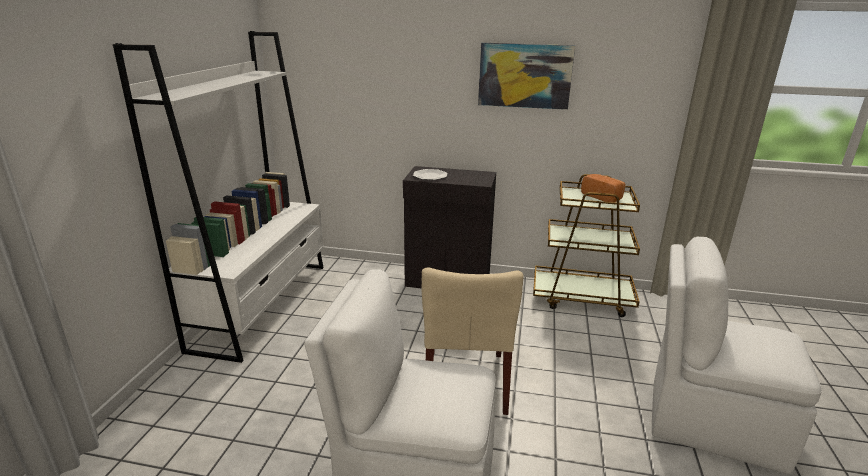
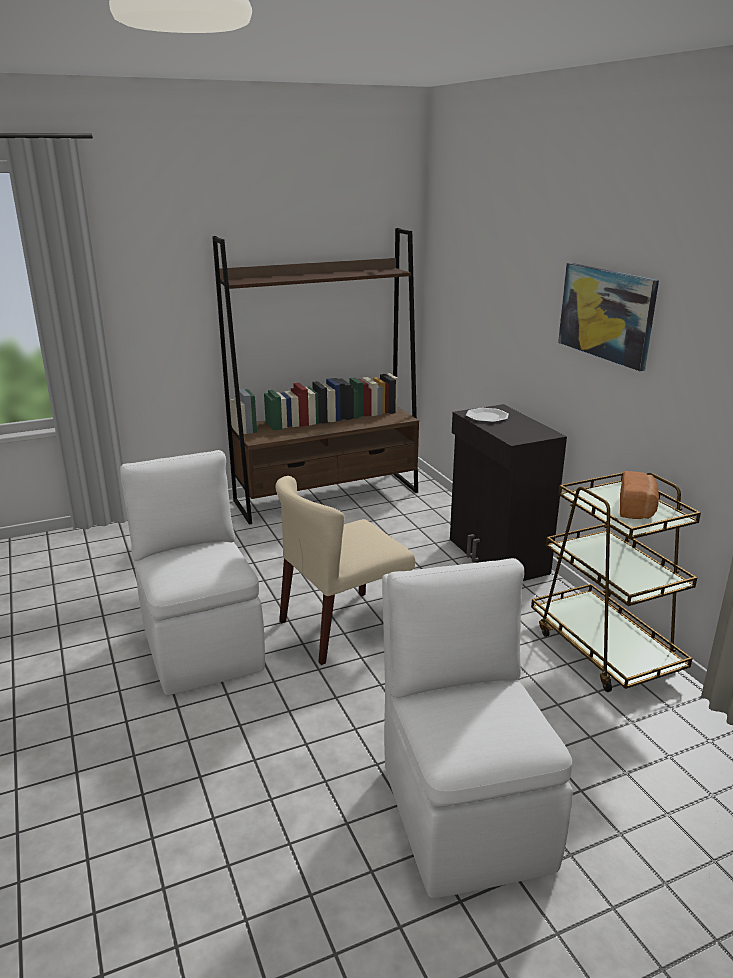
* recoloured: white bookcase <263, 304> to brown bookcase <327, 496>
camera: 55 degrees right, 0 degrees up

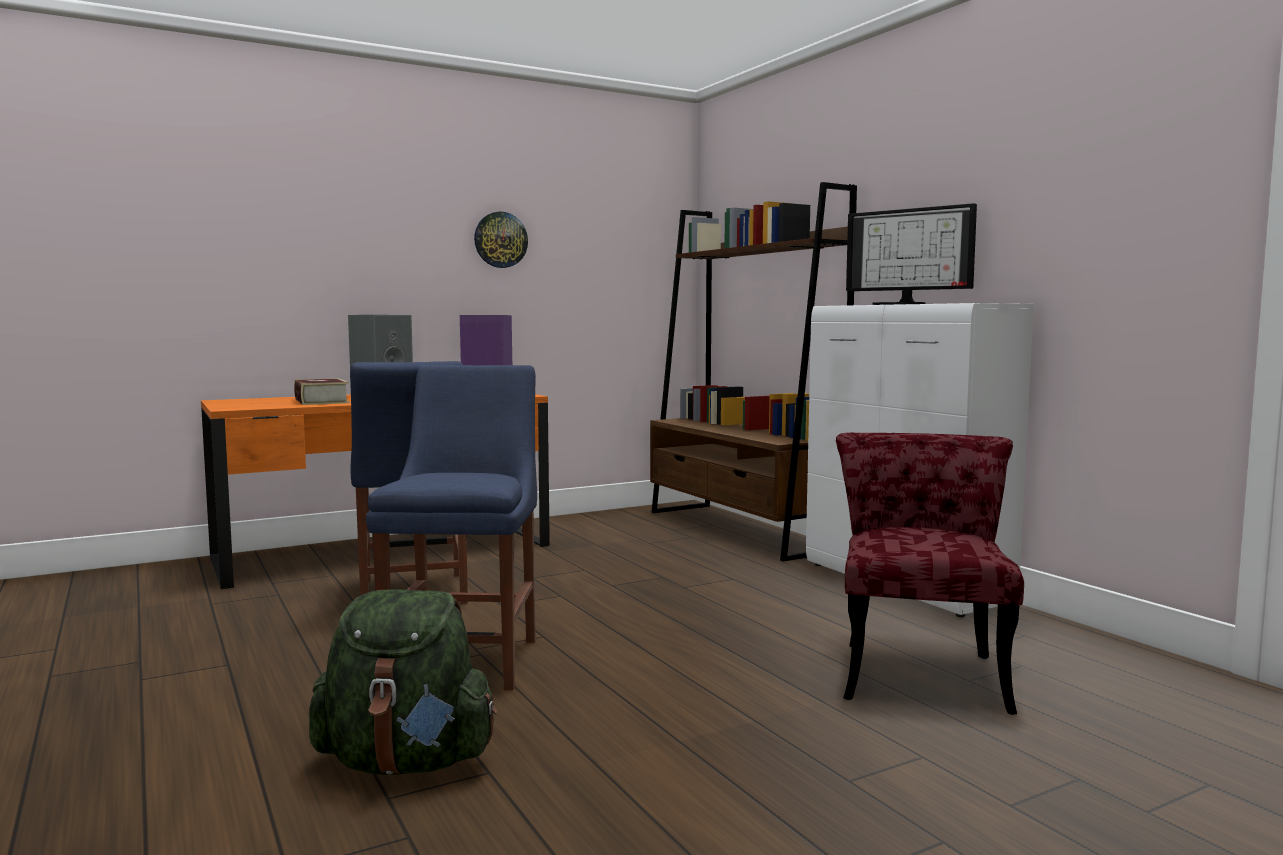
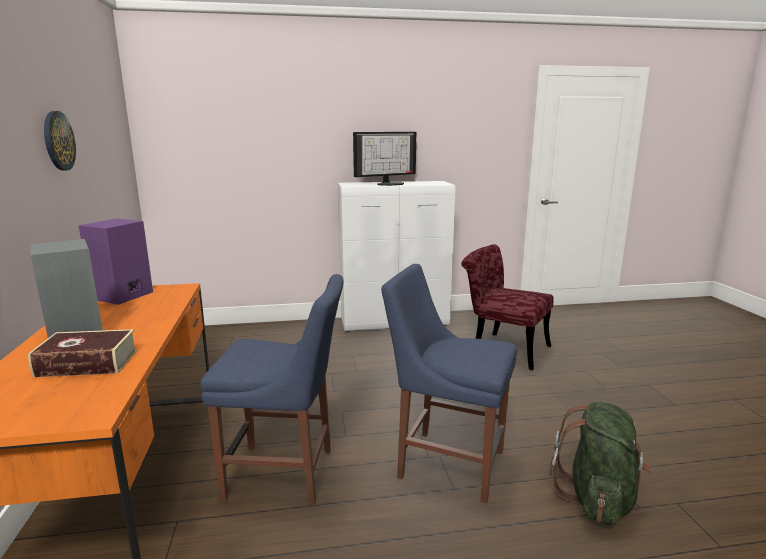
* removed: brown bookcase <740, 530>
camera: 70 degrees left, 10 degrees up

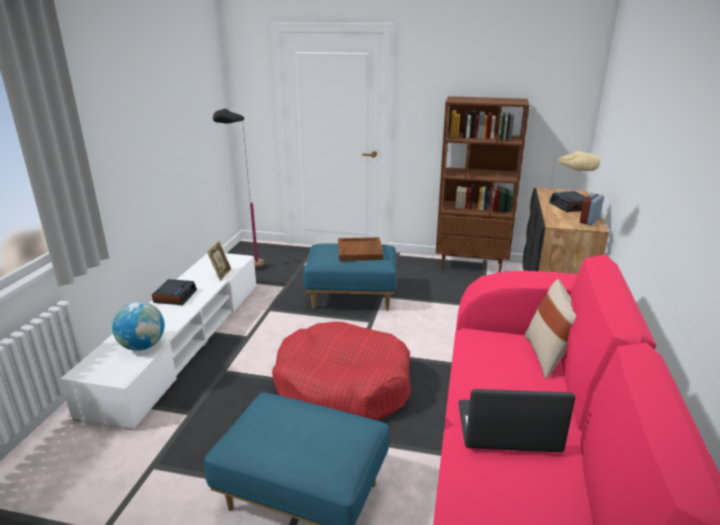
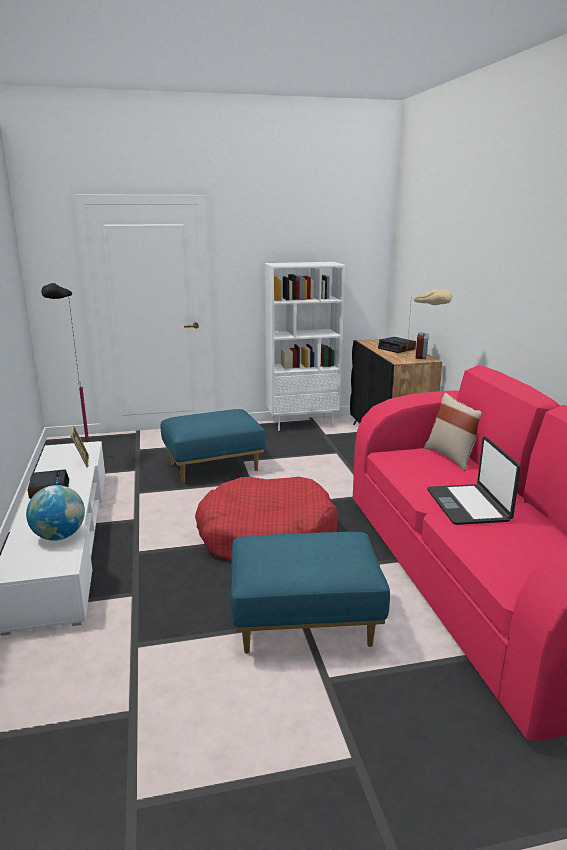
* removed: brown tray <360, 251>
* recoloured: brown bookcase <471, 266> to white bookcase <302, 423>
* turned: laptop <507, 429> = <468, 505> 75 degrees counterclockwise
camera: 25 degrees left, 5 degrees down

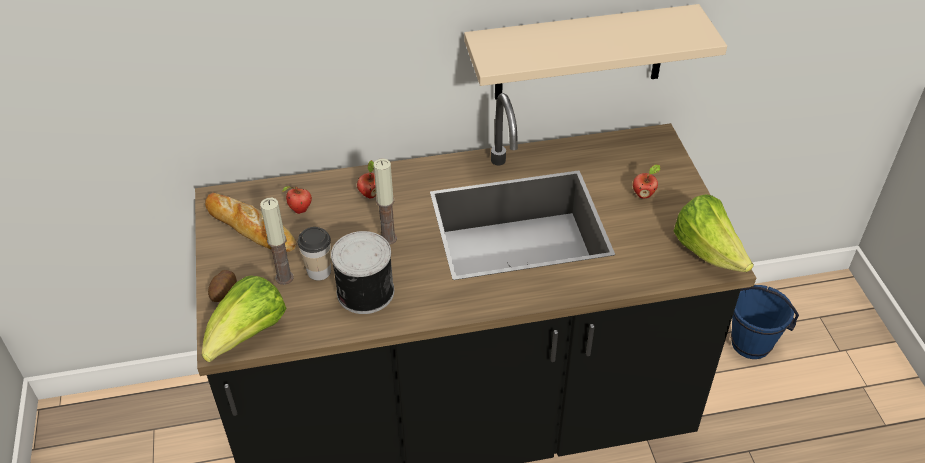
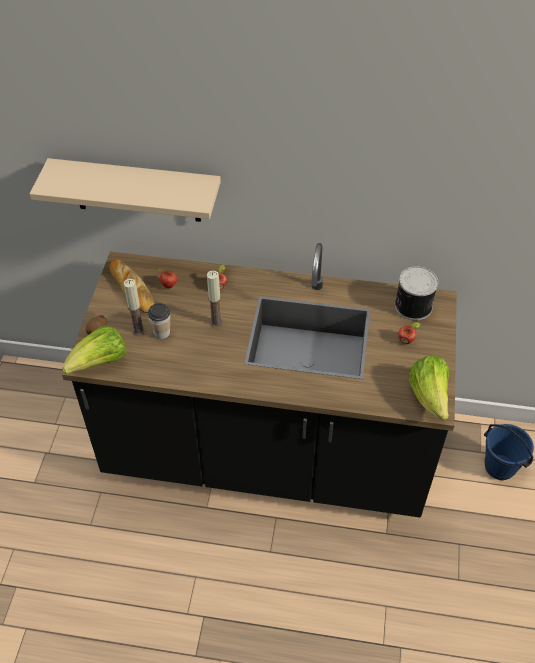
* moved: can <363, 291> to <412, 305>
* moved: beige shelf <580, 53> to <136, 190>
camera: 20 degrees right, 5 degrees up

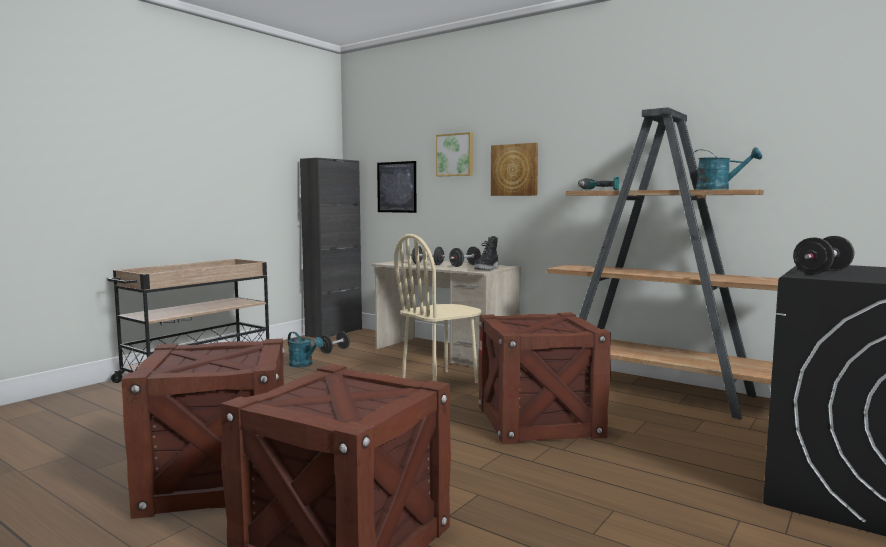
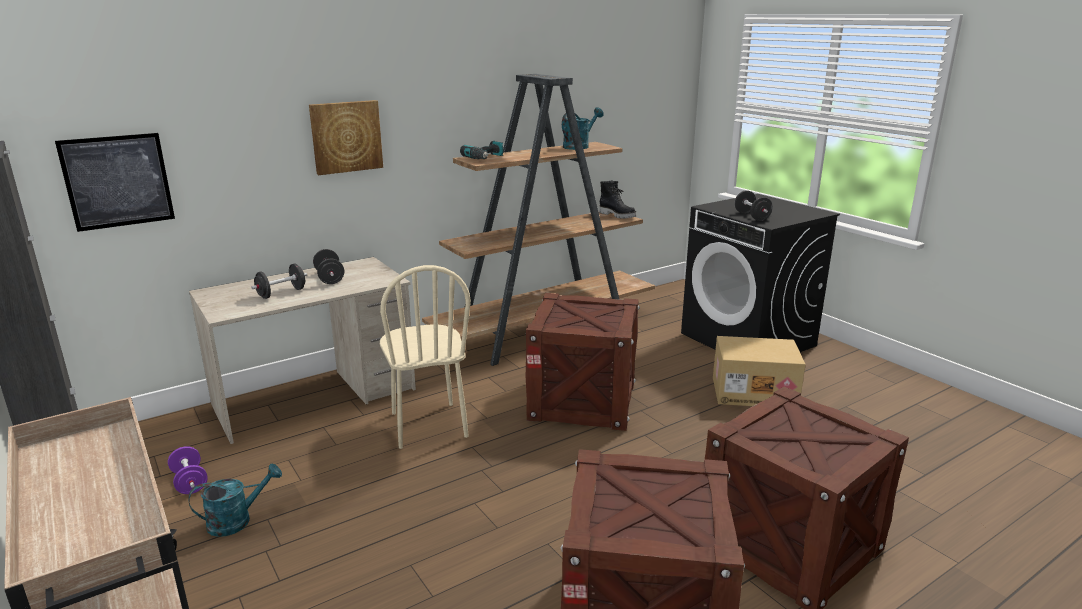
* recoloured: black dumbbell <334, 351> to purple dumbbell <190, 482>
* removed: picture <455, 155>
* moved: black boot <487, 269> to <618, 215>
* added: cardboard box <754, 392>
camera: 70 degrees left, 15 degrees up

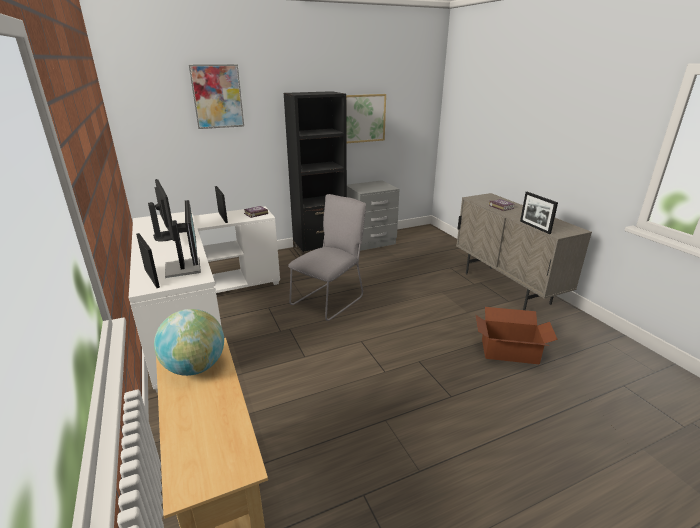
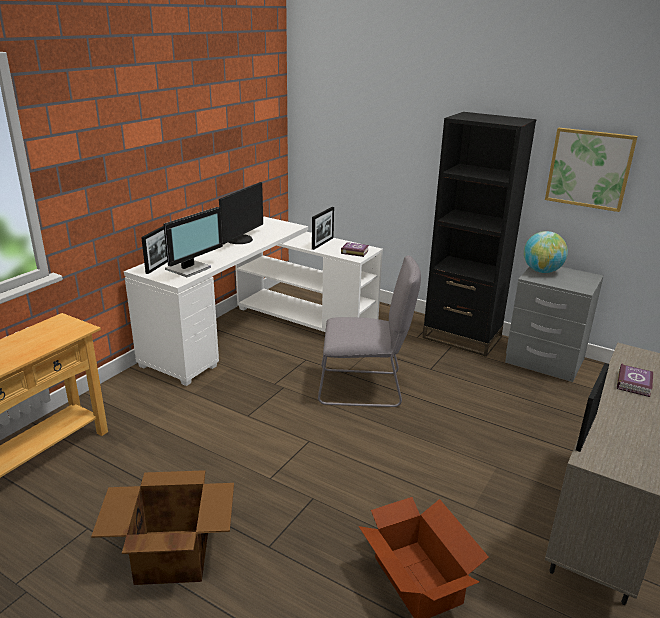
* moved: globe <195, 367> to <541, 271>
* removed: picture <217, 96>
* added: cardboard box <171, 555>
camera: 55 degrees right, 0 degrees up

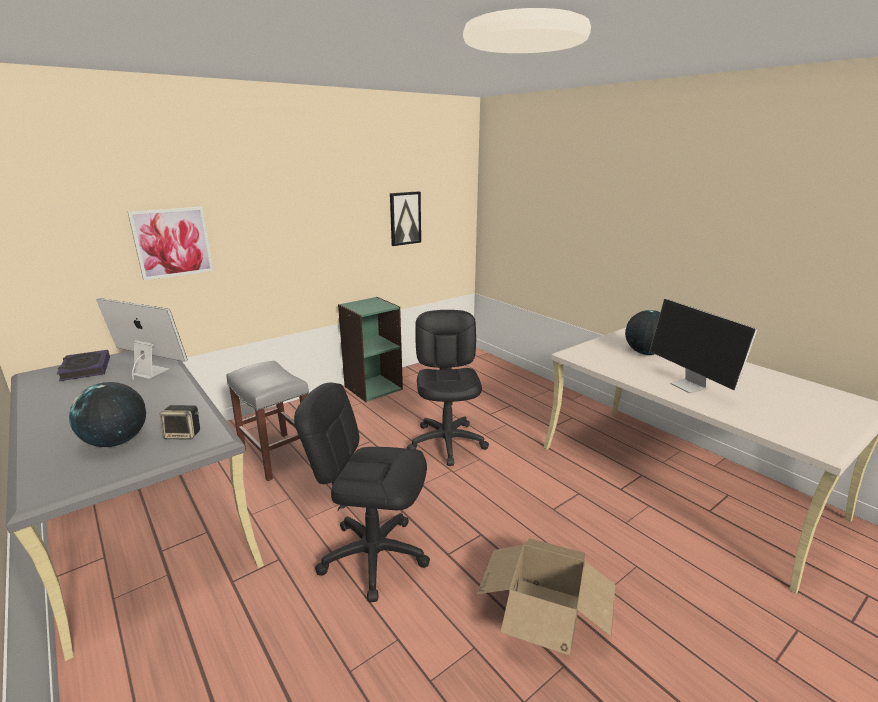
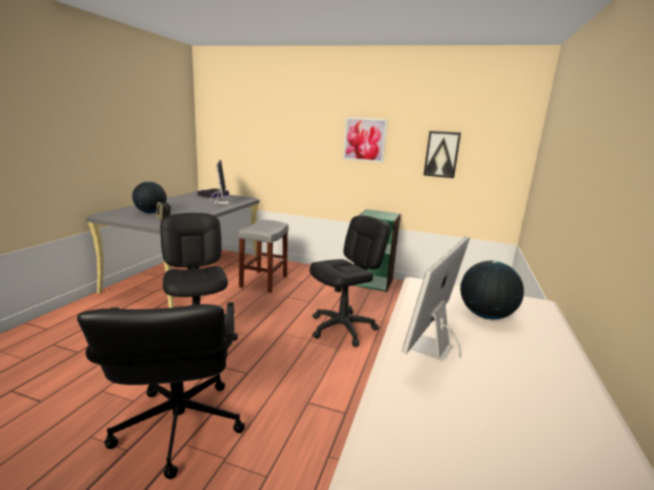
* moved: picture <172, 242> to <364, 139>
* replaced: cardboard box <544, 613> to black office chair <178, 426>
camera: 55 degrees right, 5 degrees down

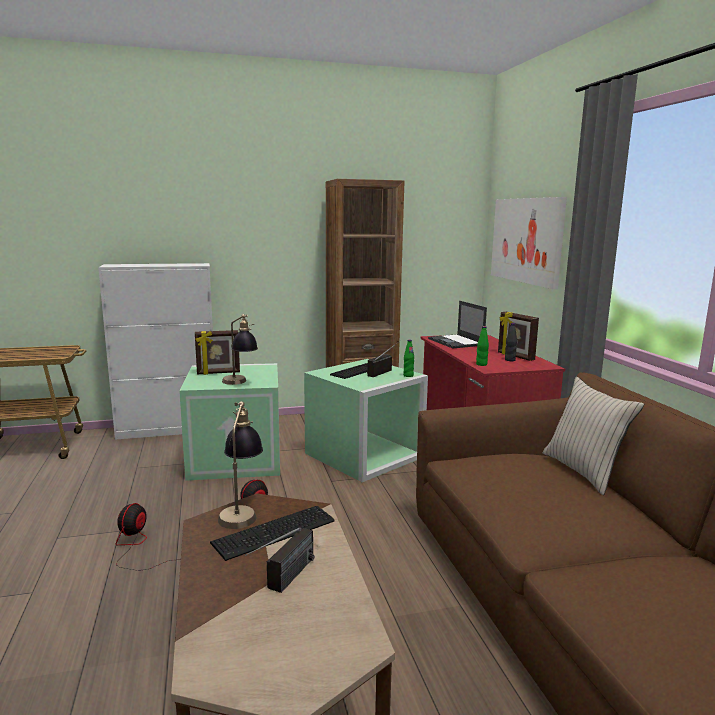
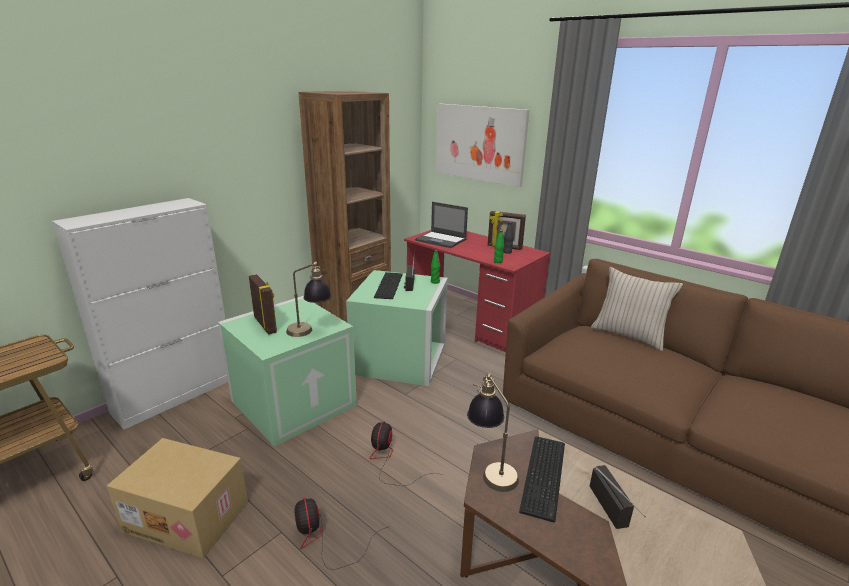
* turned: picture frame <218, 373> = <266, 324> 75 degrees counterclockwise
* added: cardboard box <189, 515>
camera: 35 degrees left, 10 degrees up

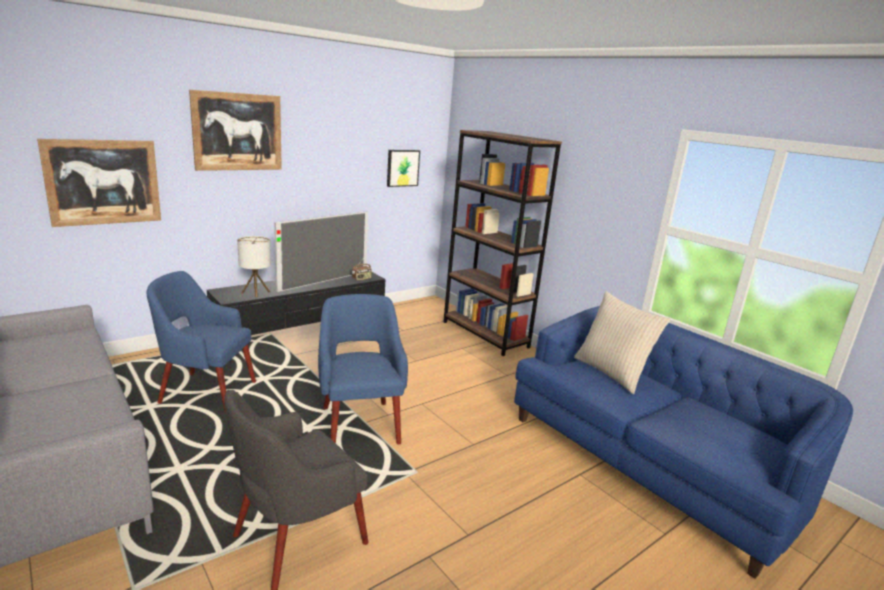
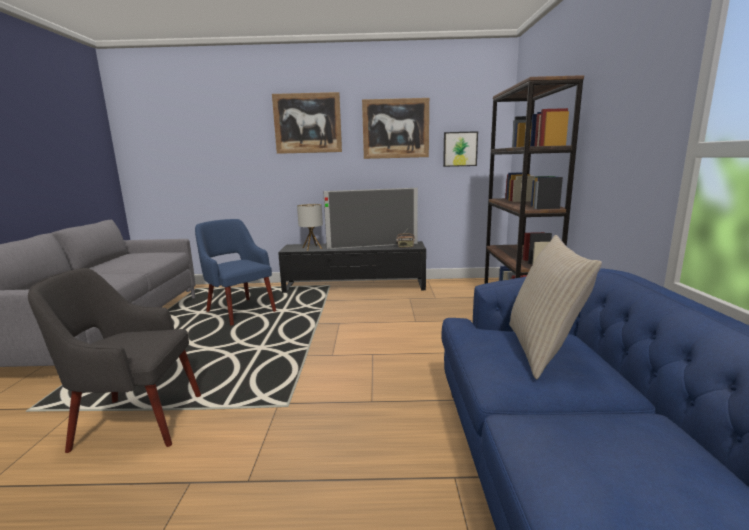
* moved: picture <103, 182> to <395, 128>
* removed: blue armchair <359, 424>
camera: 40 degrees right, 5 degrees down

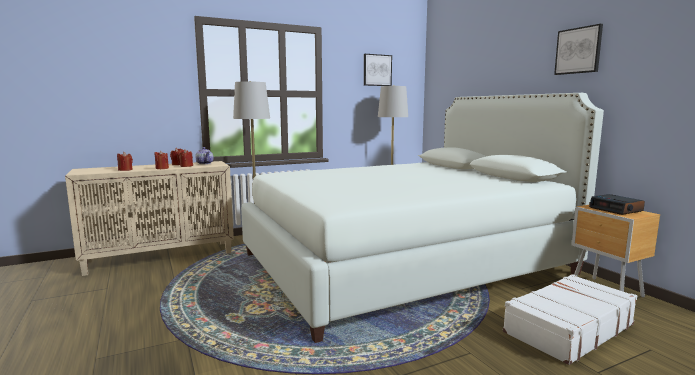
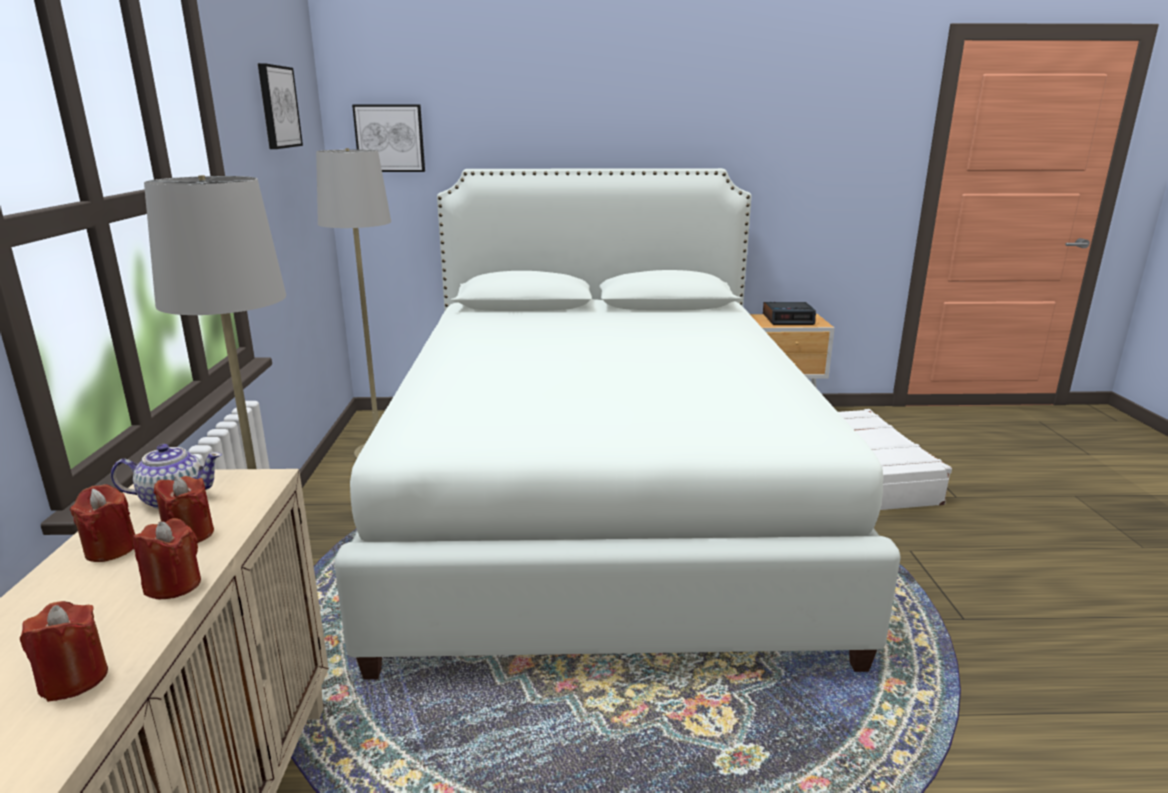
* moved: picture <578, 50> to <390, 138>
camera: 65 degrees left, 10 degrees up

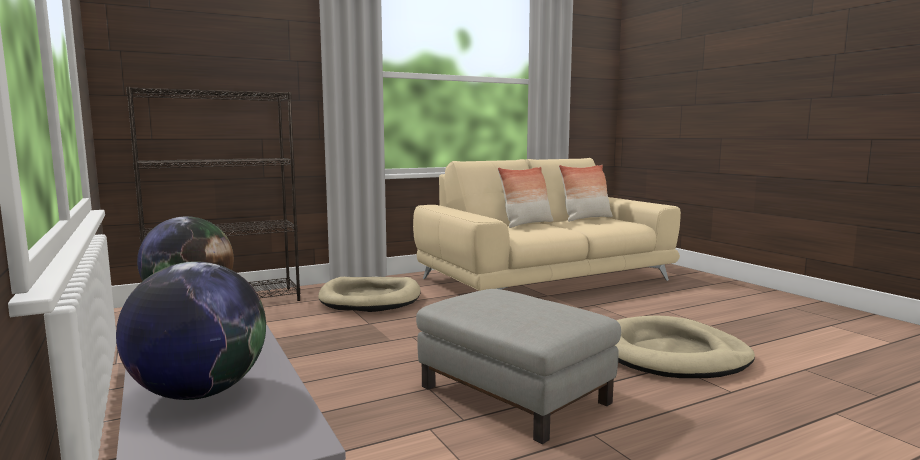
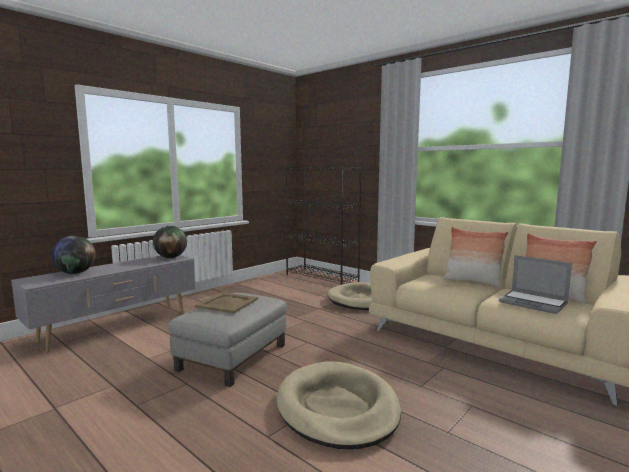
* added: beige tray <228, 303>
* added: laptop <534, 303>
camera: 70 degrees right, 0 degrees up

